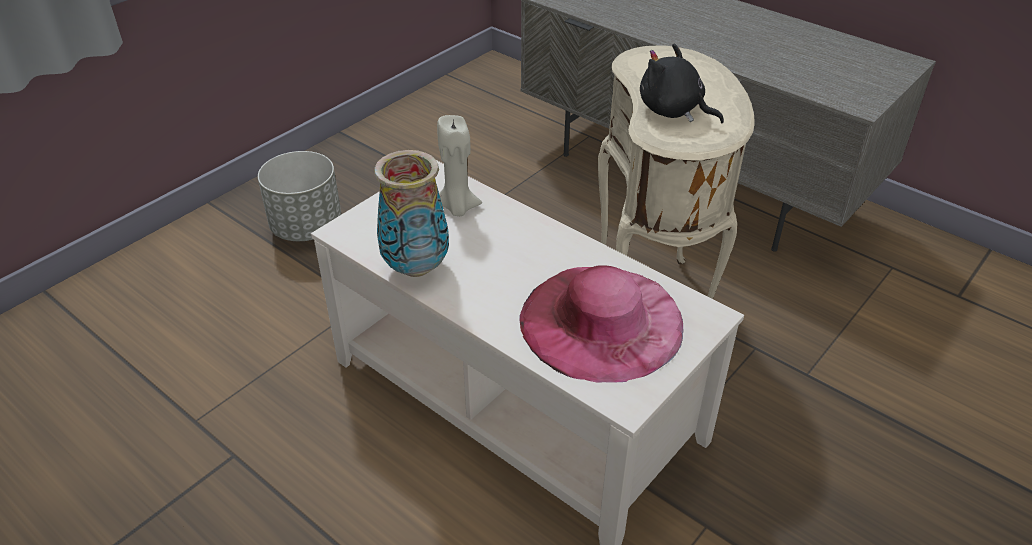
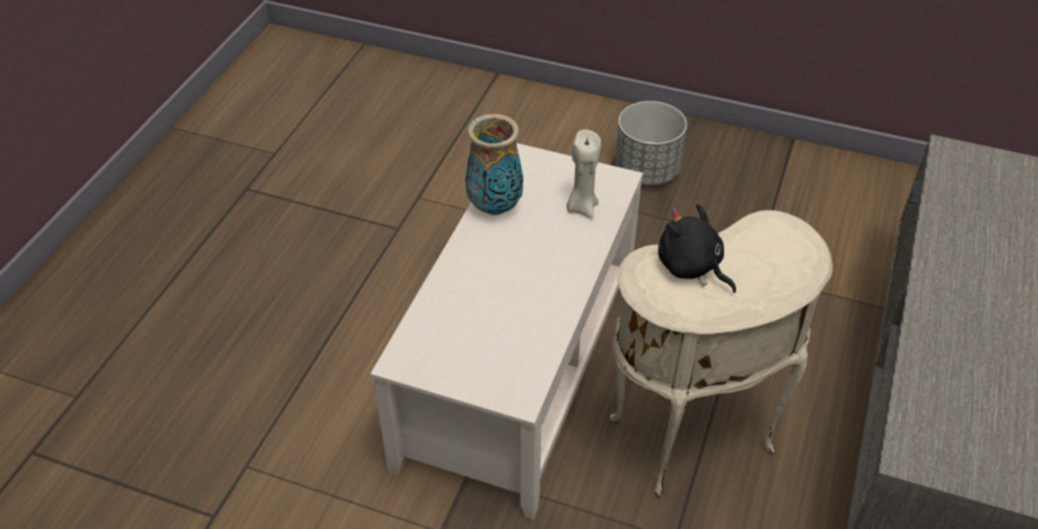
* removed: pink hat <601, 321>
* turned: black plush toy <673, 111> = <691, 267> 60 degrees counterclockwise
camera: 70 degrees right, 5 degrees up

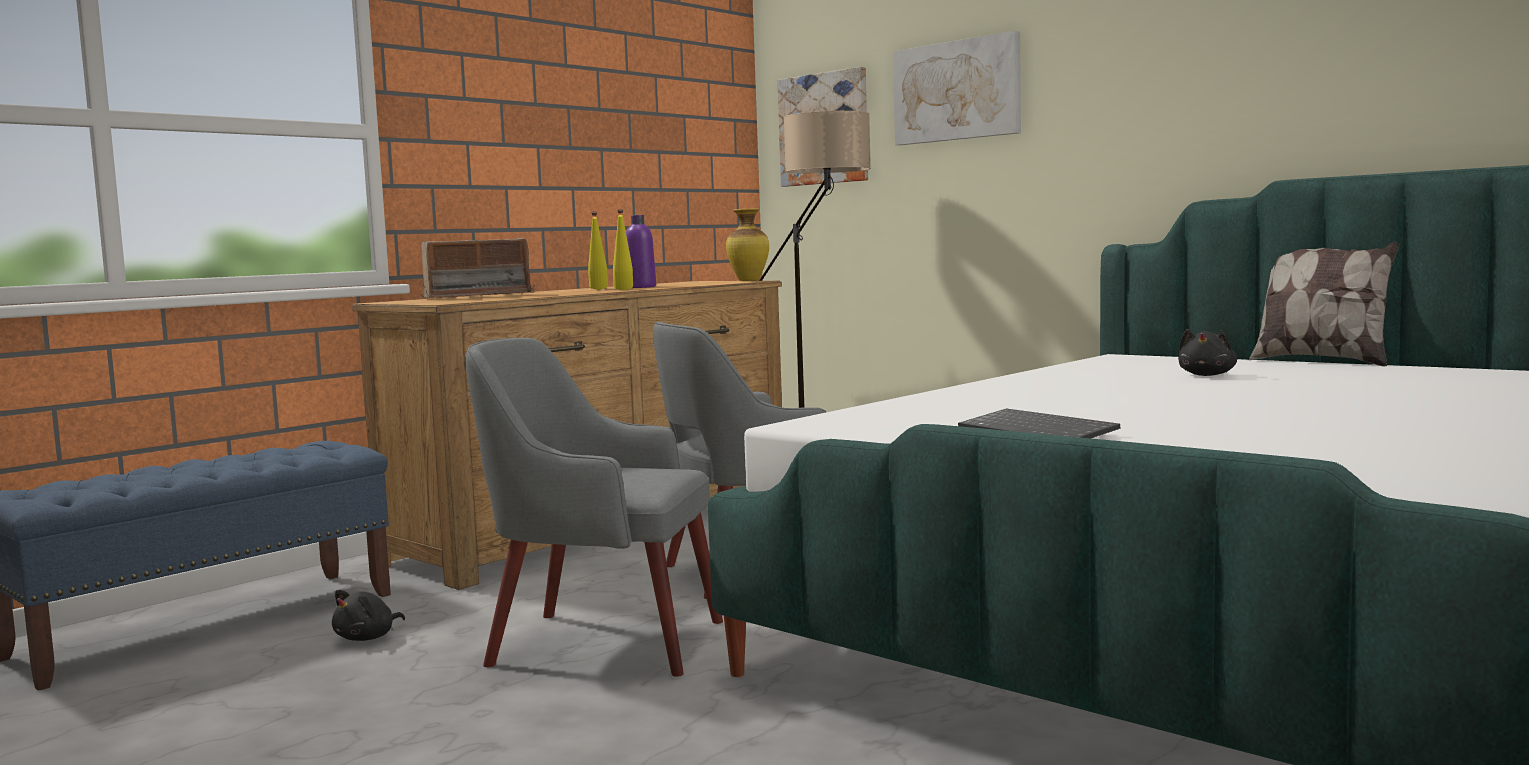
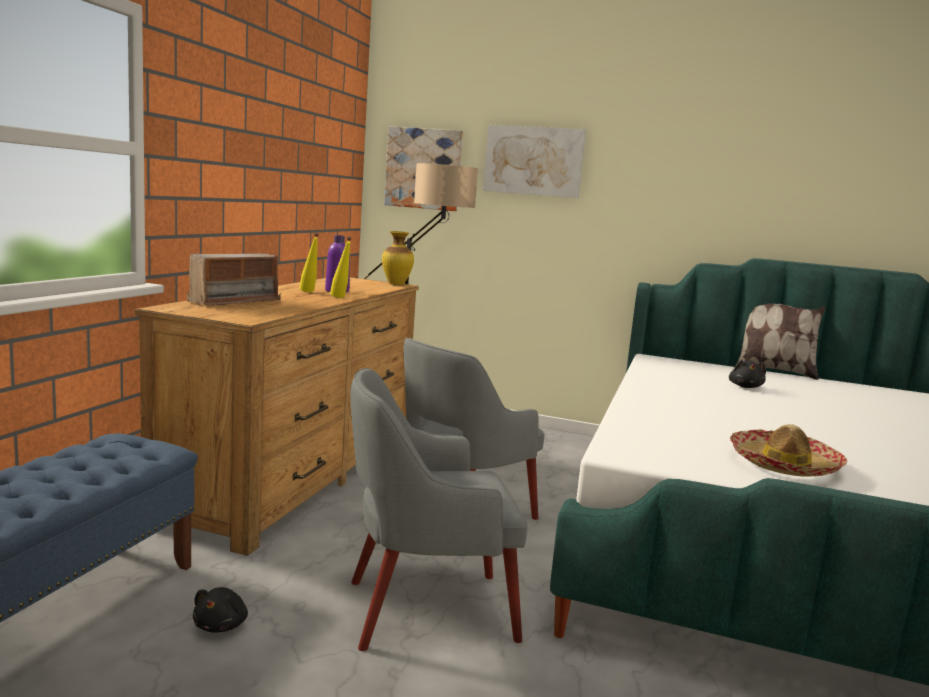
* replaced: keyboard <1040, 431> to hat <784, 465>
camera: 25 degrees left, 5 degrees up

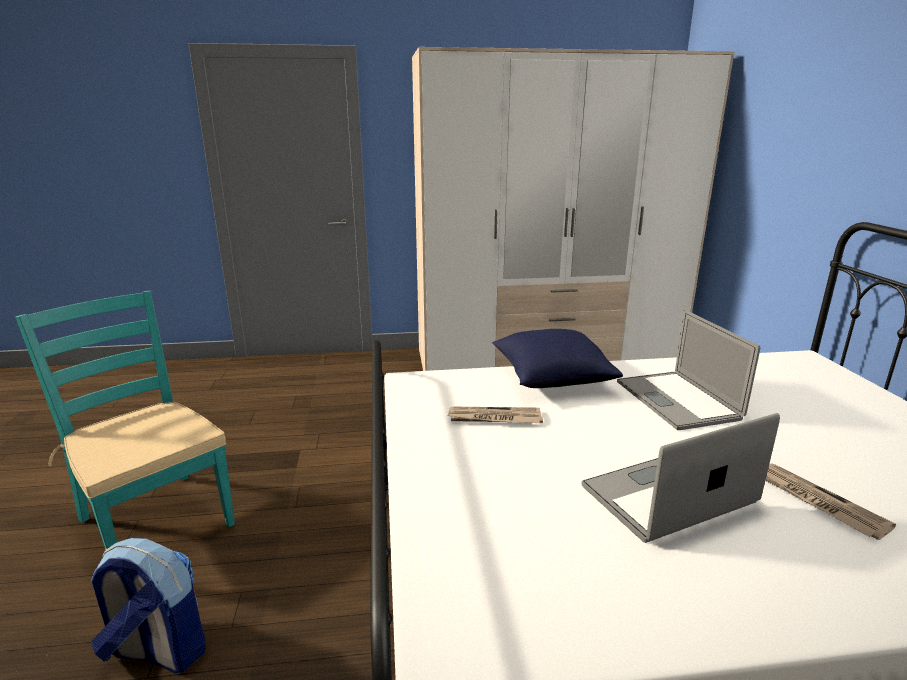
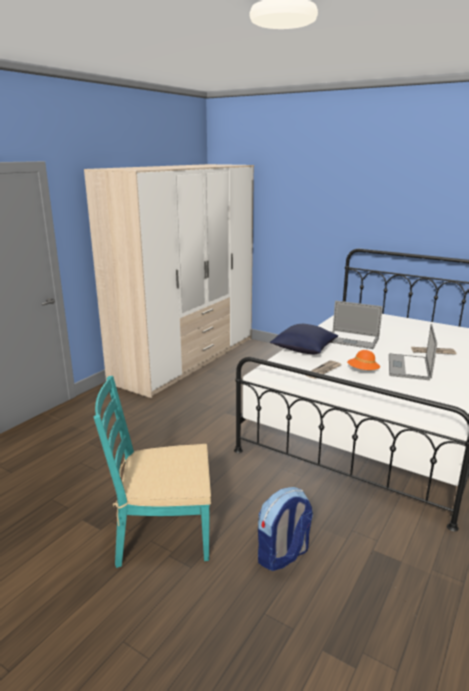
* added: orange hat <362, 371>
camera: 50 degrees left, 0 degrees up

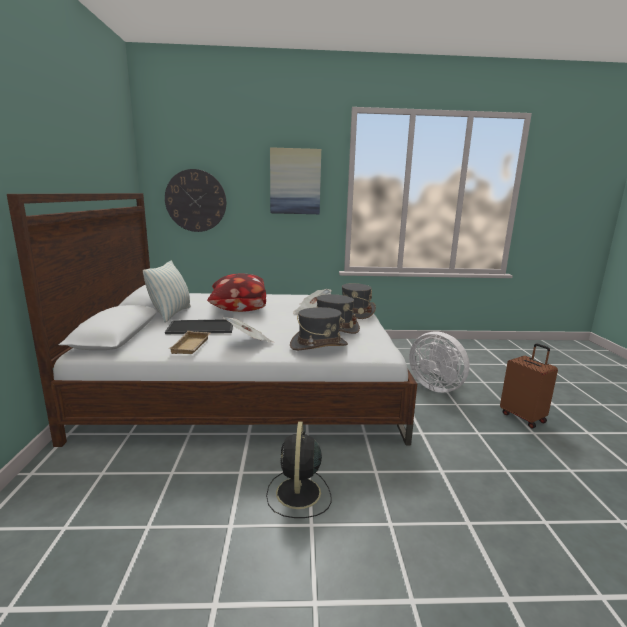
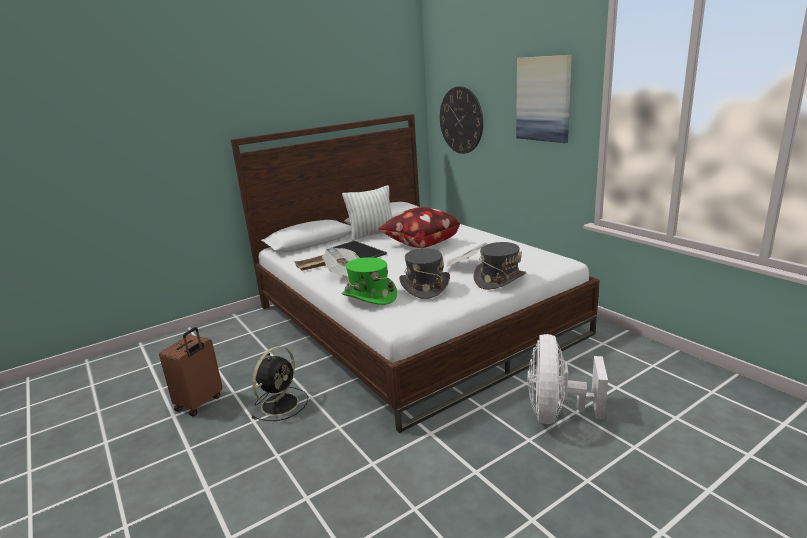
* turned: black fan <298, 494> = <281, 403> 150 degrees clockwise
* recoloured: grey hat <318, 345> to green hat <369, 296>
* moved: brown suitcase <523, 417> to <200, 403>
camera: 60 degrees right, 5 degrees up

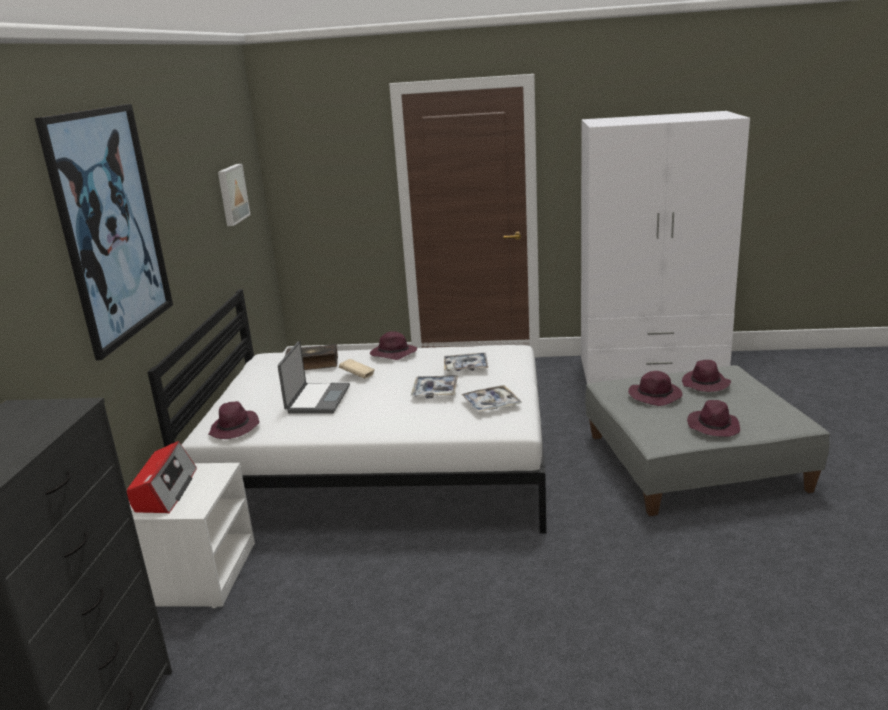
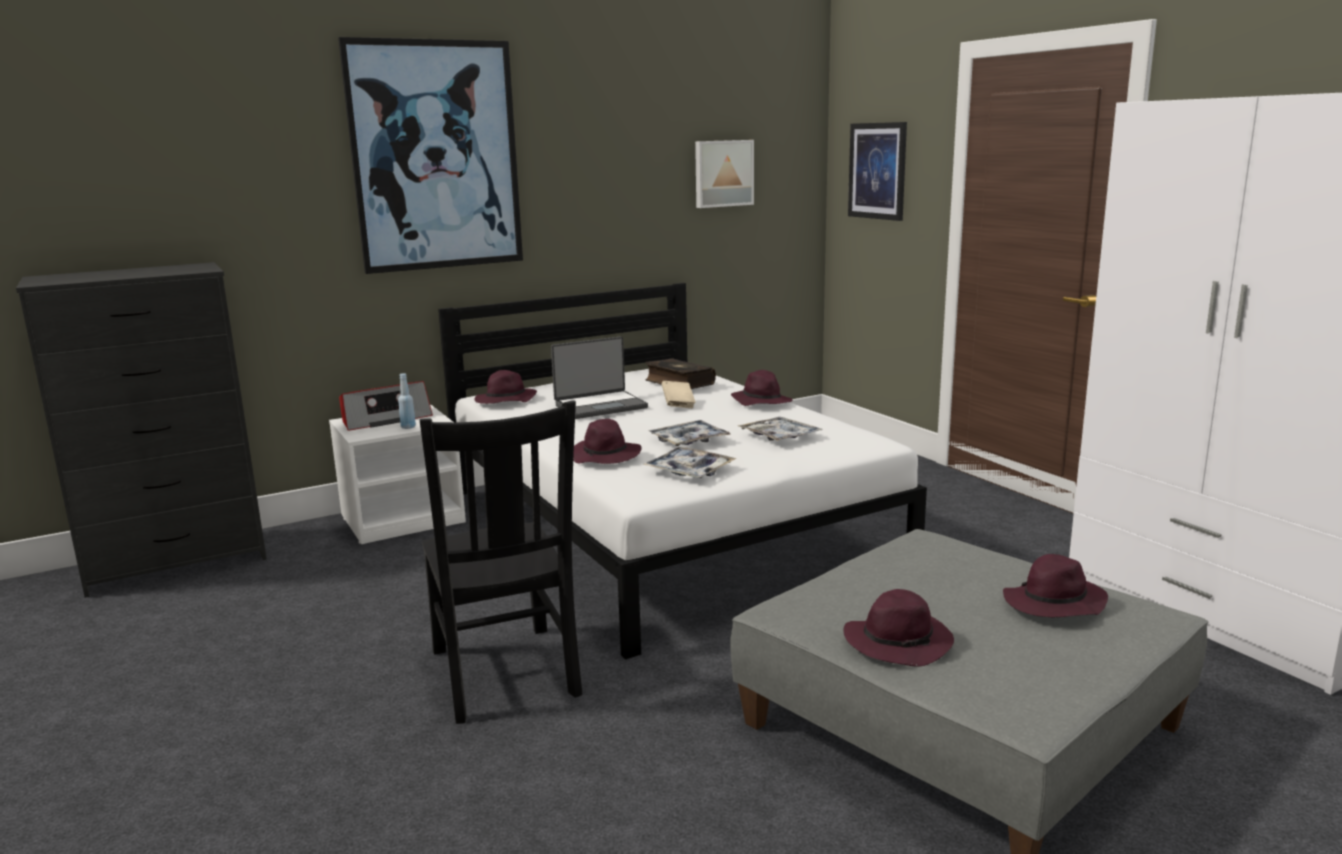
* moved: purple hat <656, 396> to <606, 456>
* added: blue bottle <408, 427>
* added: black chair <505, 675>
* added: picture <877, 171>
camera: 55 degrees right, 5 degrees down

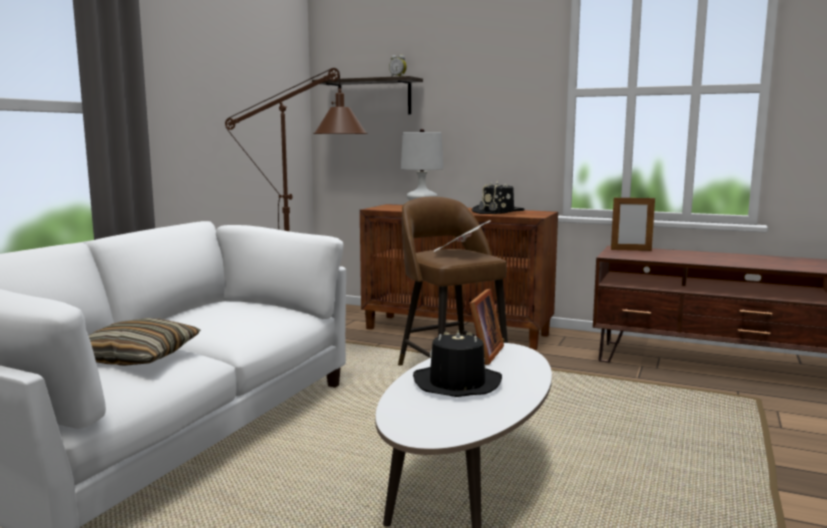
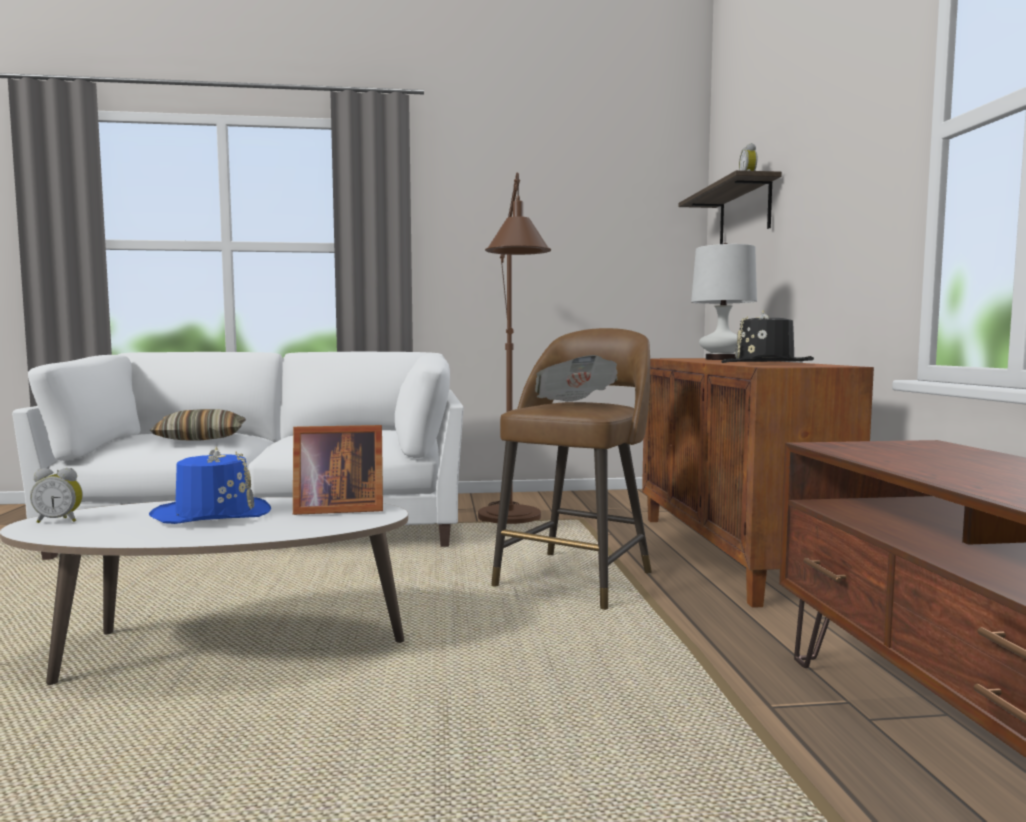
* recoloured: black hat <457, 383> to blue hat <213, 514>
* removed: picture frame <631, 250>
* added: alarm clock <59, 520>
camera: 60 degrees right, 5 degrees down

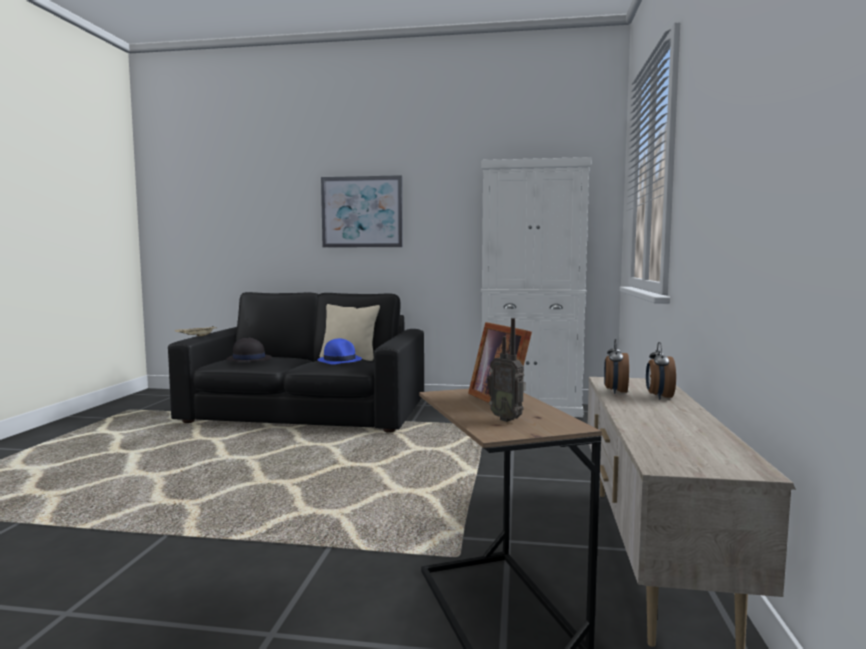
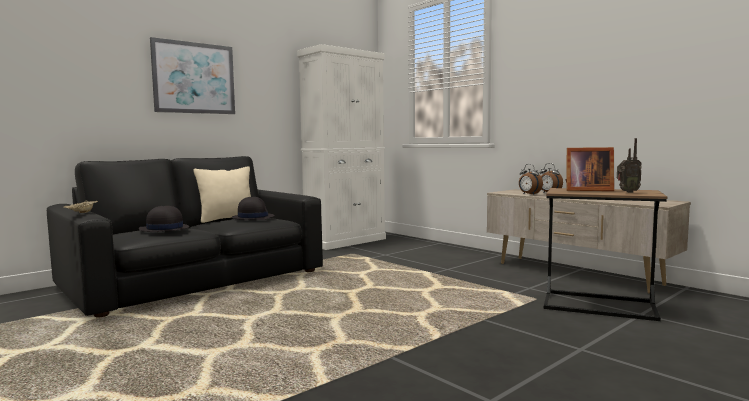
* recoloured: blue hat <339, 360> to black hat <253, 217>
camera: 50 degrees left, 0 degrees up

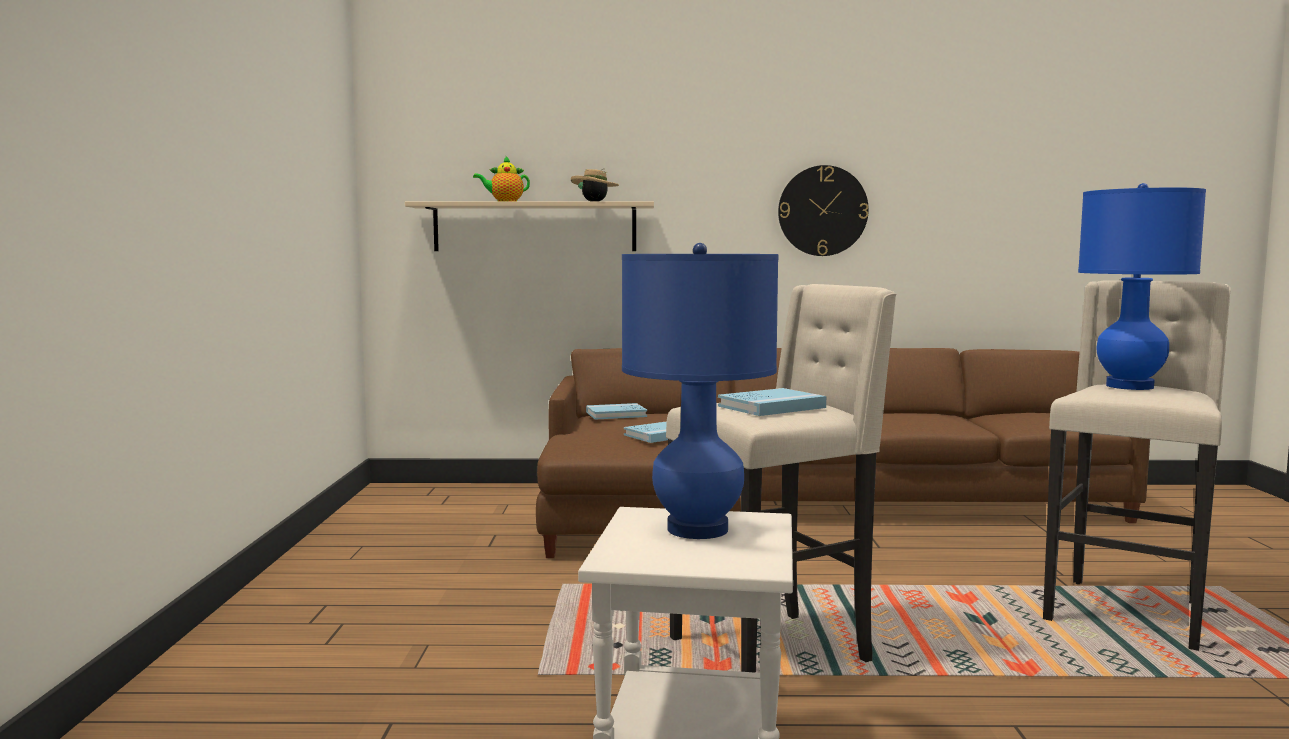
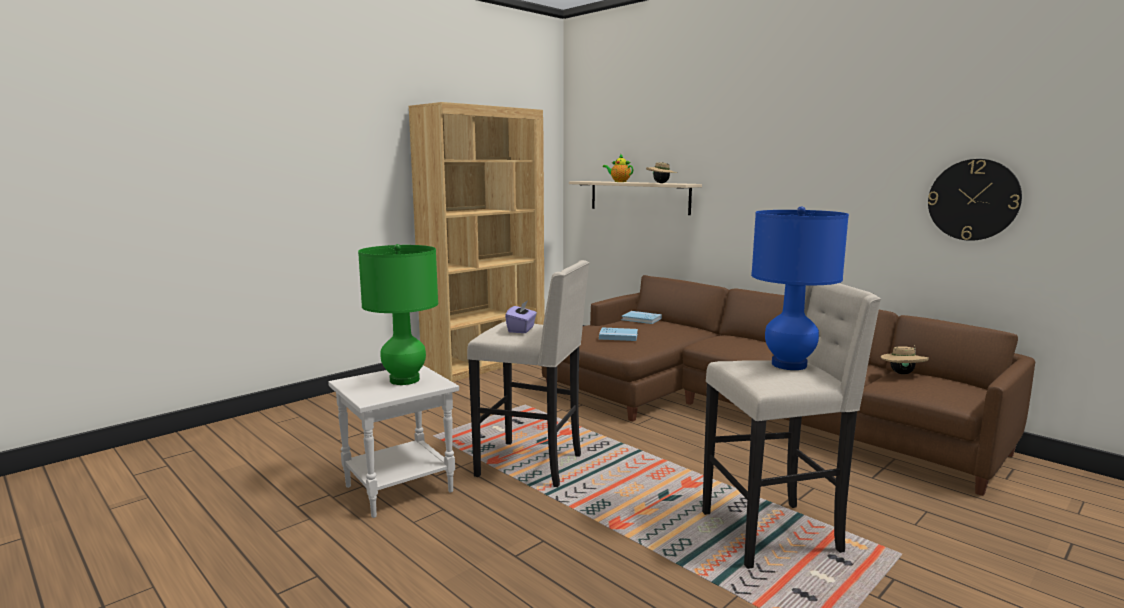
* recoloured: blue table lamp <697, 529> to green table lamp <404, 380>
* replaced: blue book <771, 407> to purple tissue box <521, 329>
* moved: wall clock <822, 211> to <973, 200>
* added: brown bookcase <485, 363>
* added: beige hat <902, 373>
camera: 45 degrees right, 5 degrees up

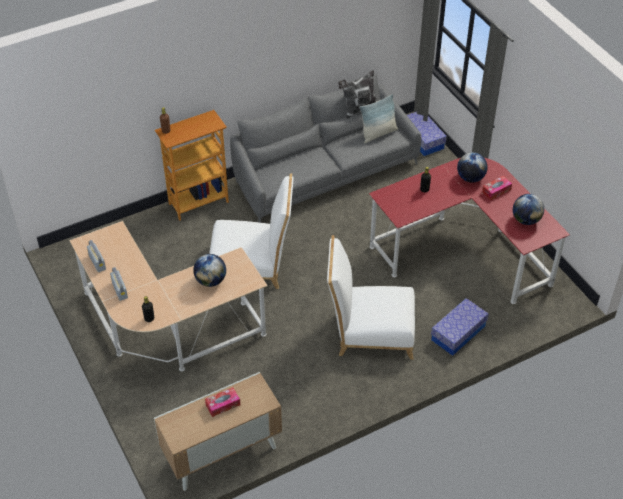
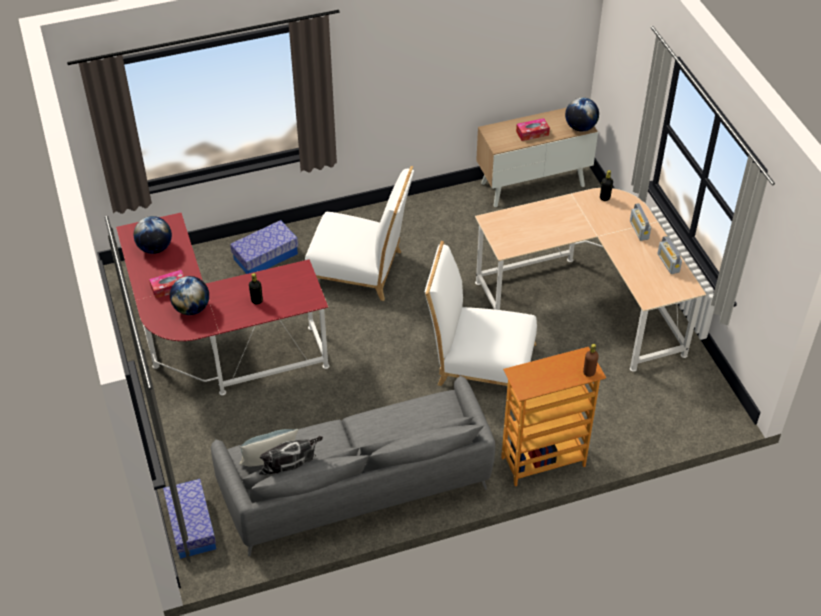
* moved: globe <211, 281> to <580, 127>
camera: 170 degrees left, 0 degrees up

